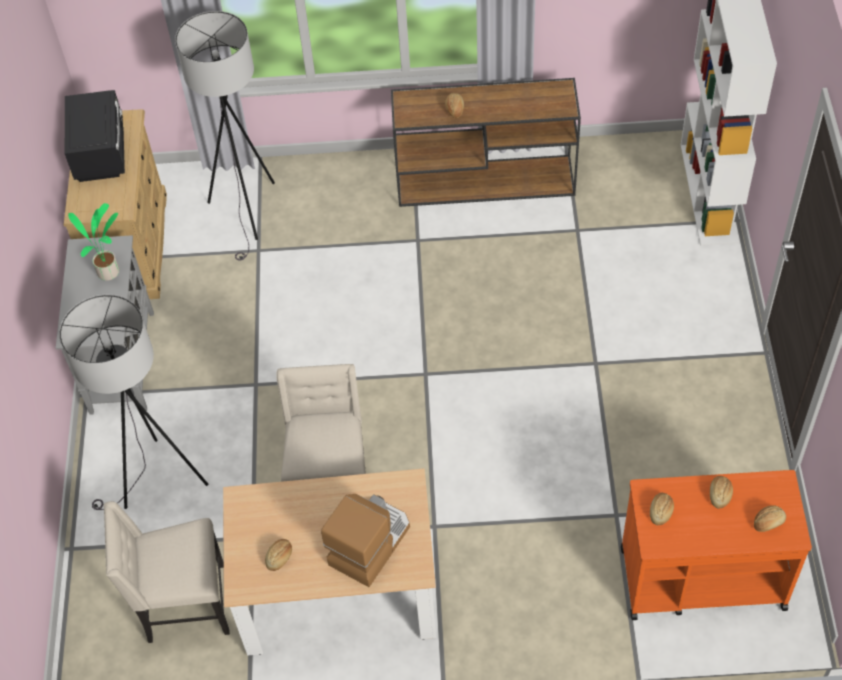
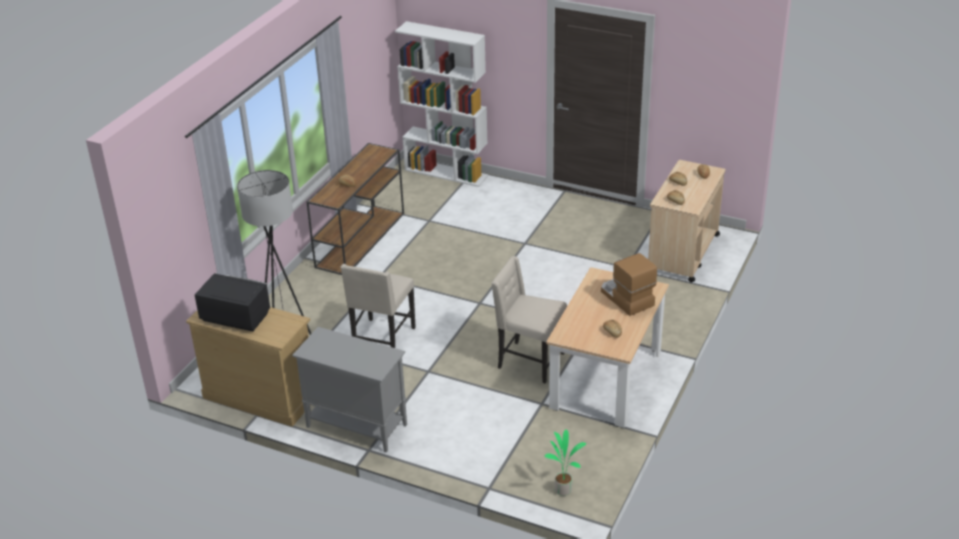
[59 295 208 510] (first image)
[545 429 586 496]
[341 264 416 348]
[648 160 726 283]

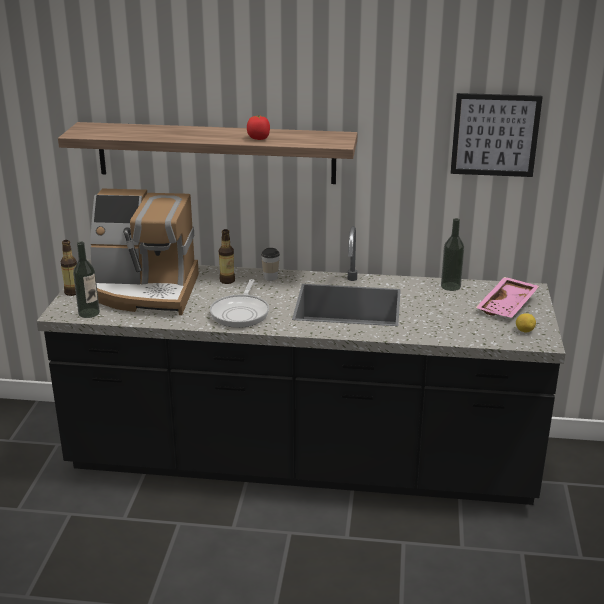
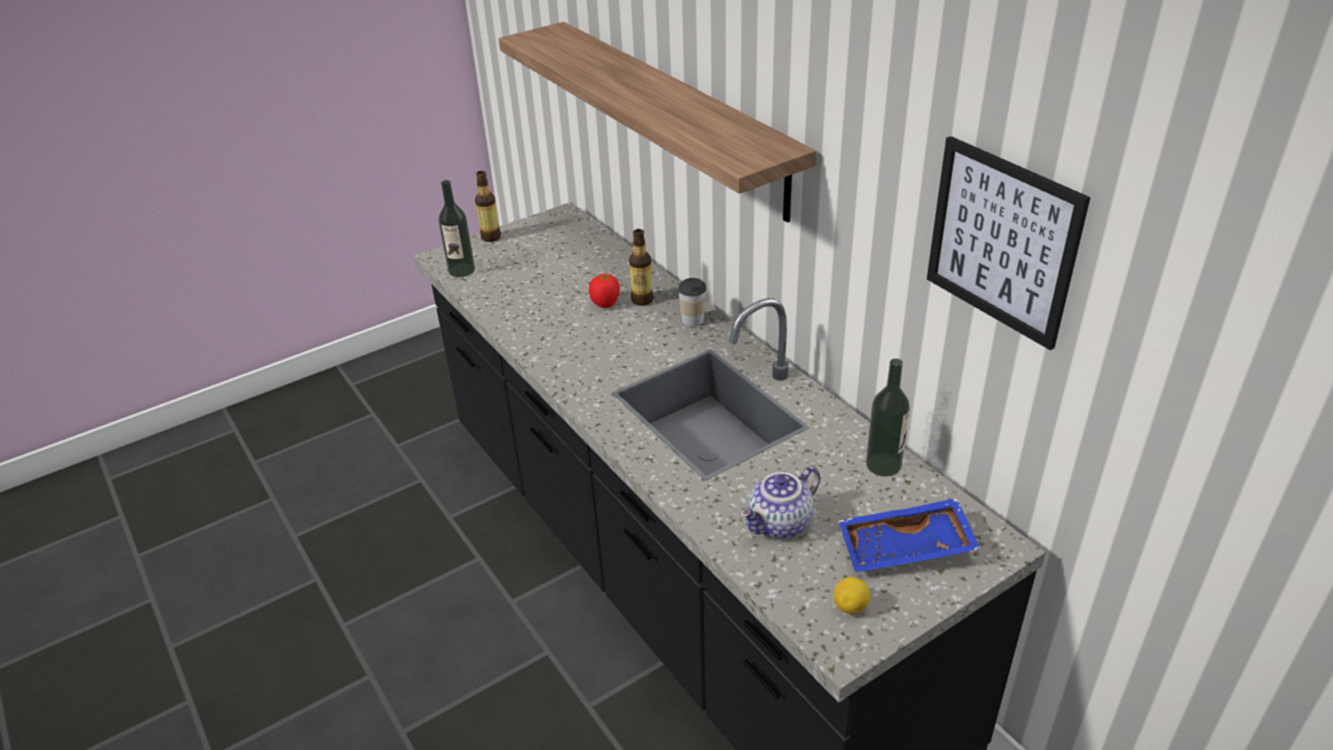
[90 189 199 315] (first image)
[210 279 269 328] (first image)
[740 466 820 539]
[589 274 620 308]
[838 498 980 572]

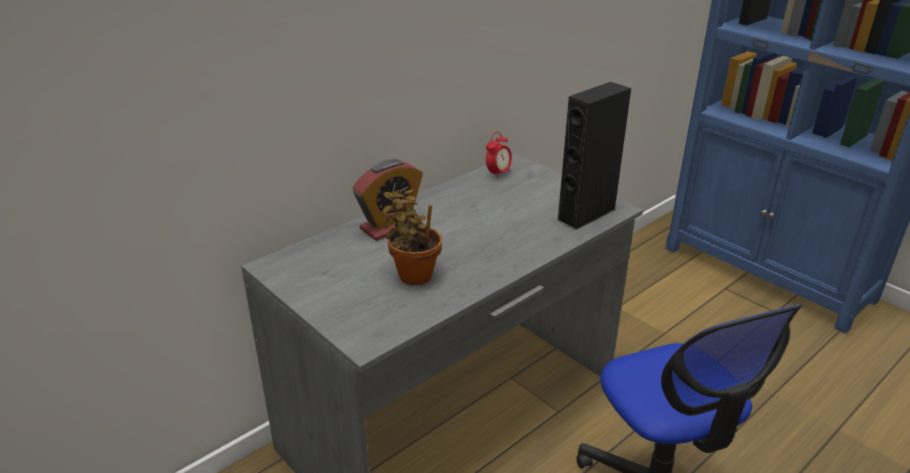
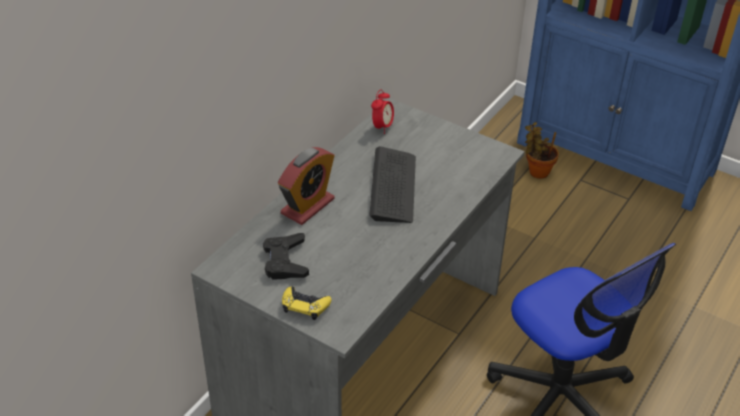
[556 82 631 230] (first image)
[263 233 309 280]
[282 286 332 320]
[369 146 416 223]
[525 122 559 179]

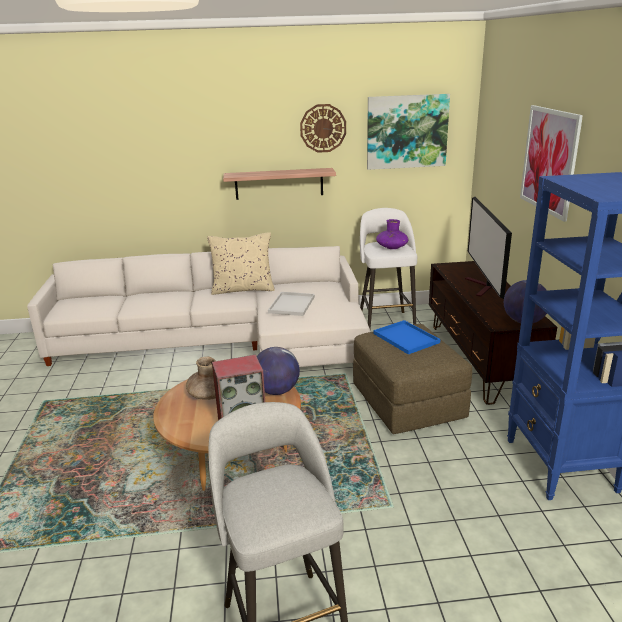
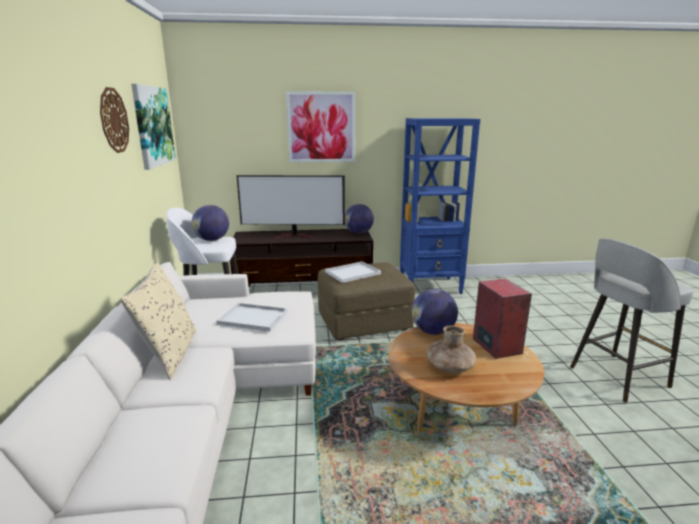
[223 168 336 200] (first image)
[192 205 229 241]
[325 261 381 283]

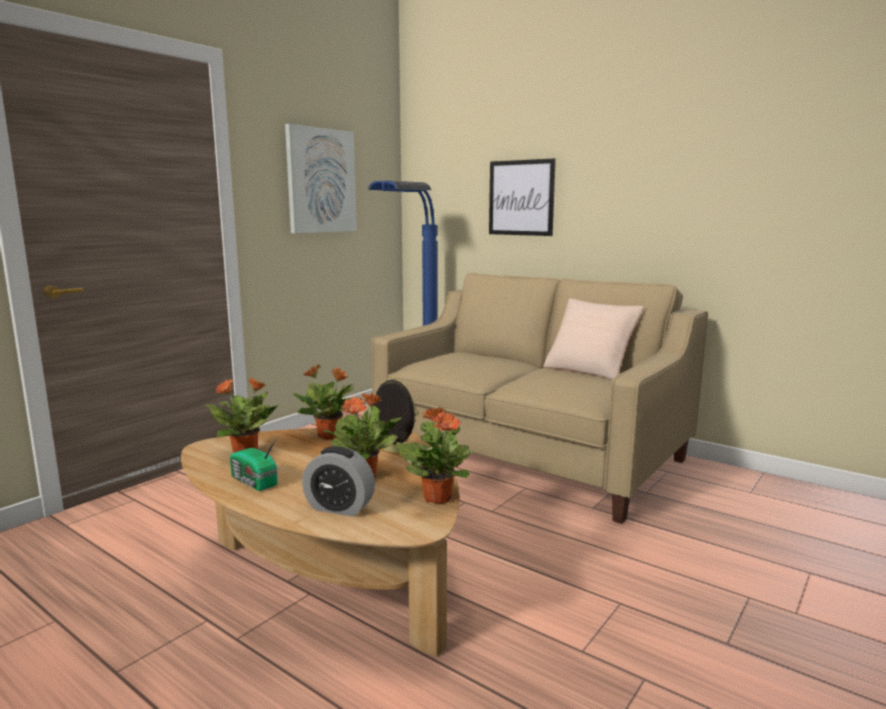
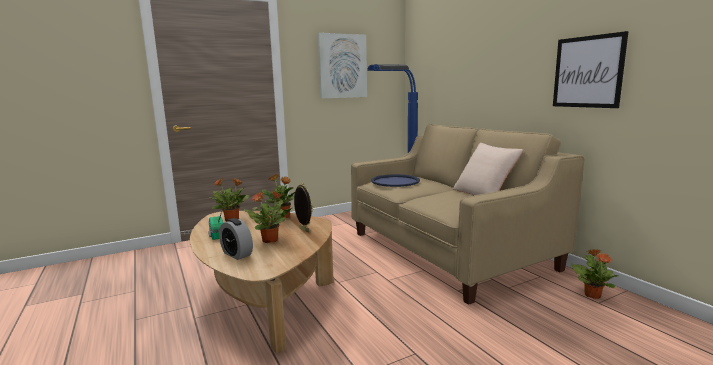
[371 174 420 187]
[571 249 619 299]
[553 31 629 108]

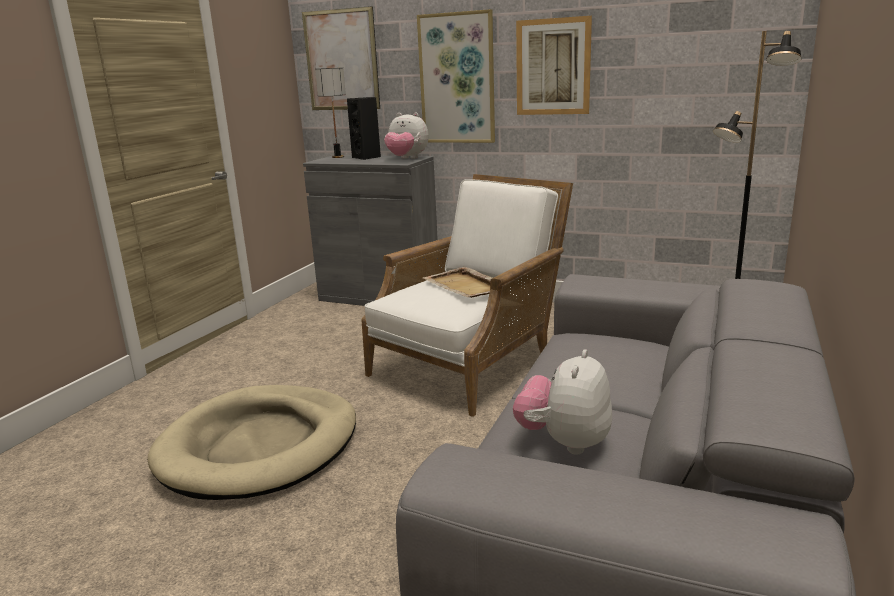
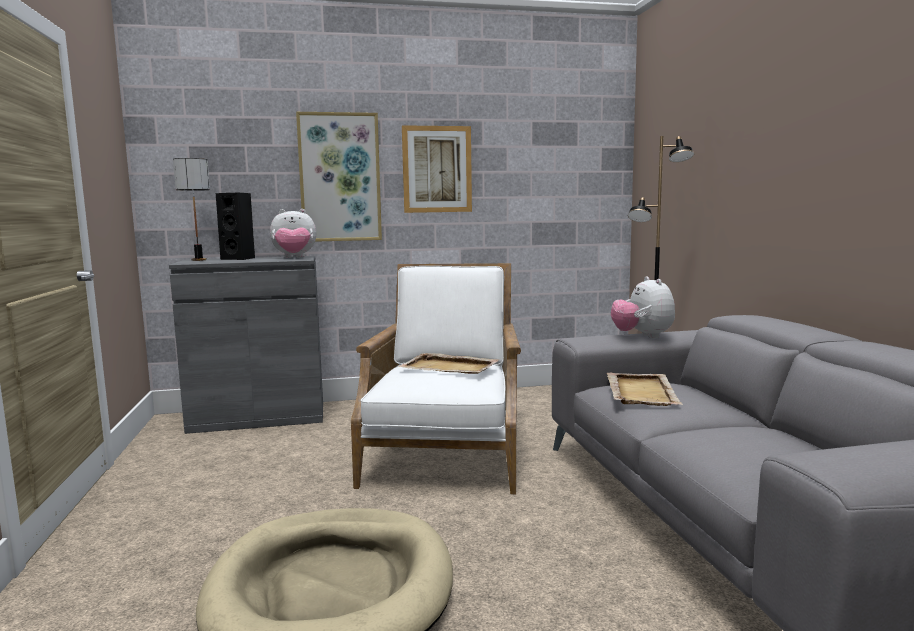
[302 6 380 110] (first image)
[607 373 683 406]
[611 276 675 338]

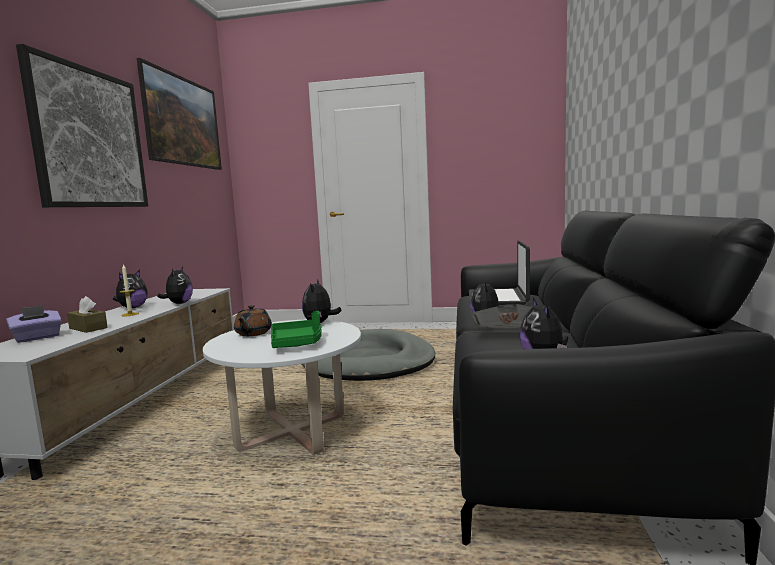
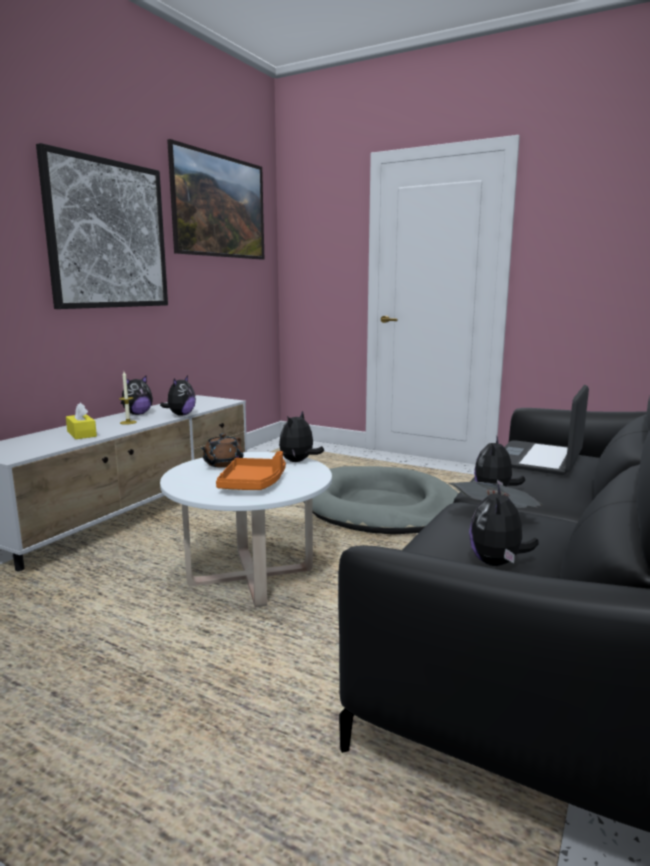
[6 305 62 343] (first image)
[66 403 97 439]
[216 451 286 490]

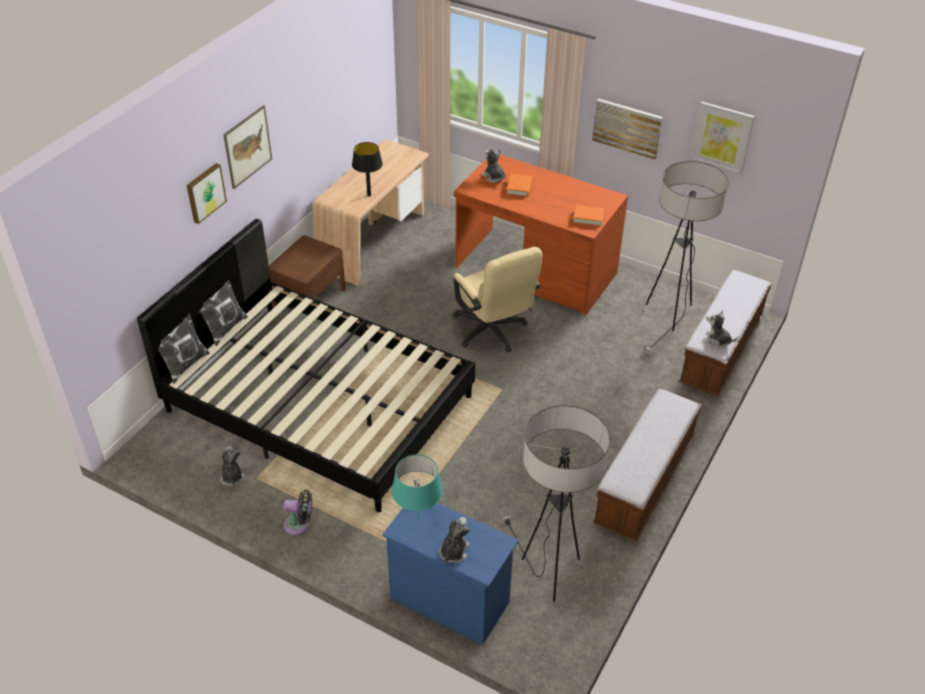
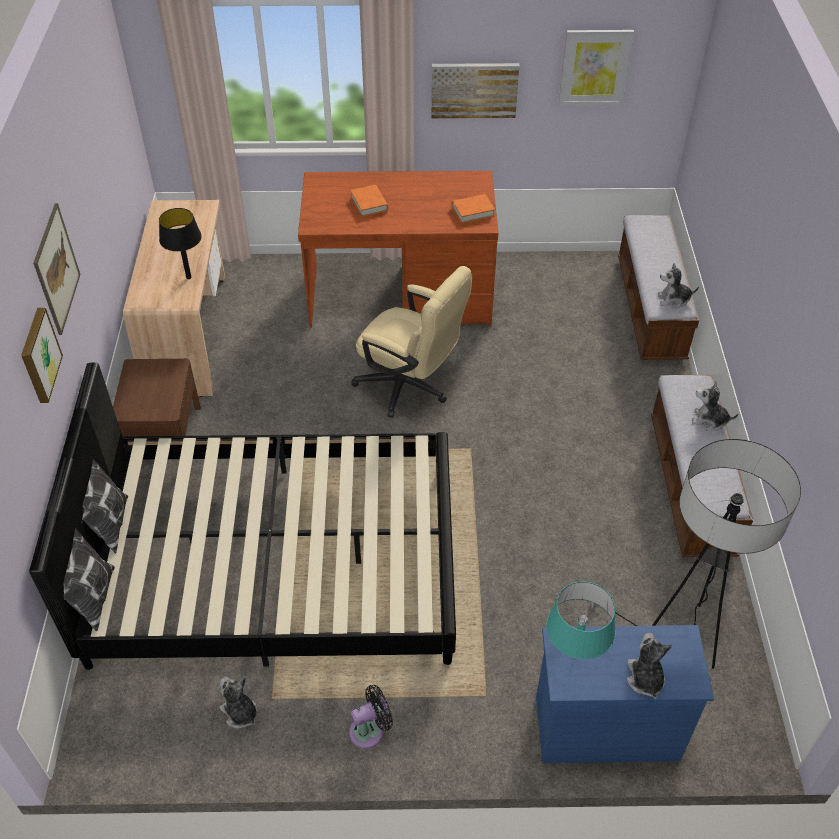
[644 161 728 355] (first image)
[692 382 738 431]

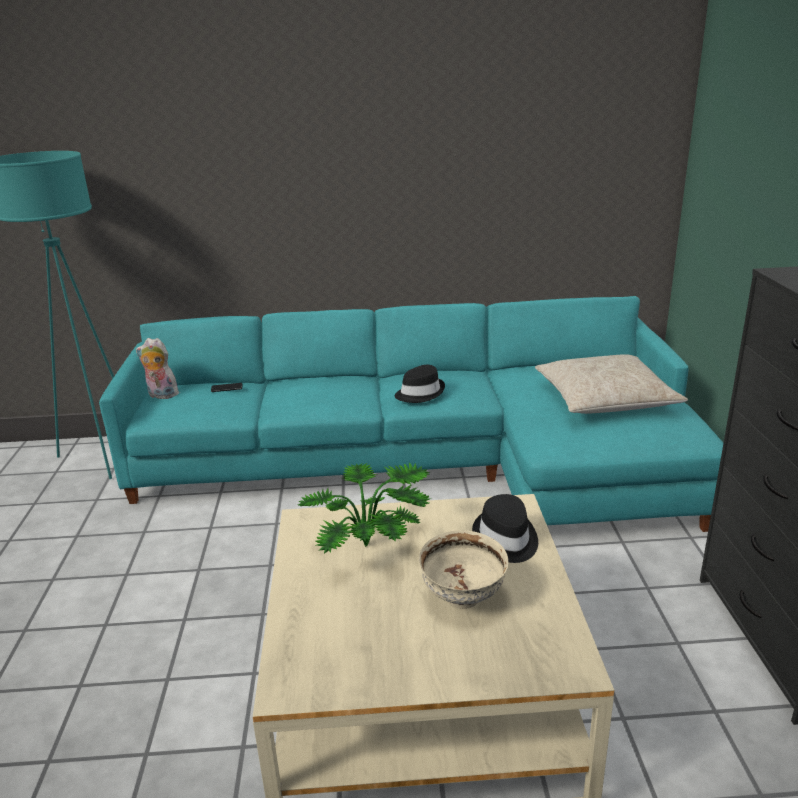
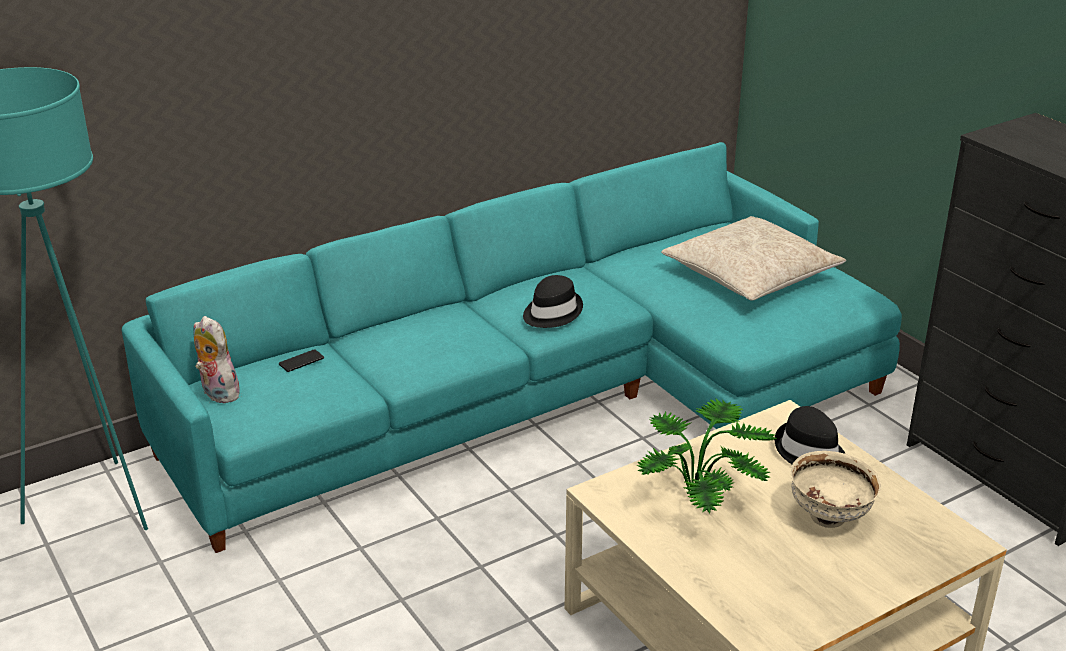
[193 316 240 403]

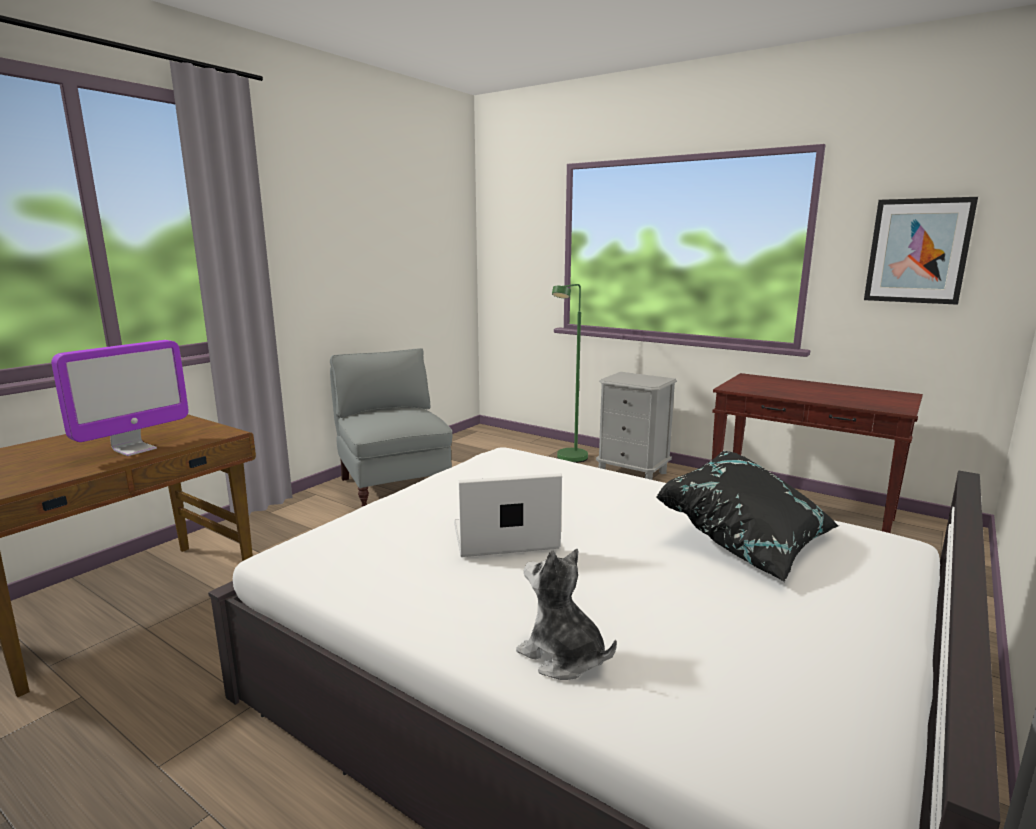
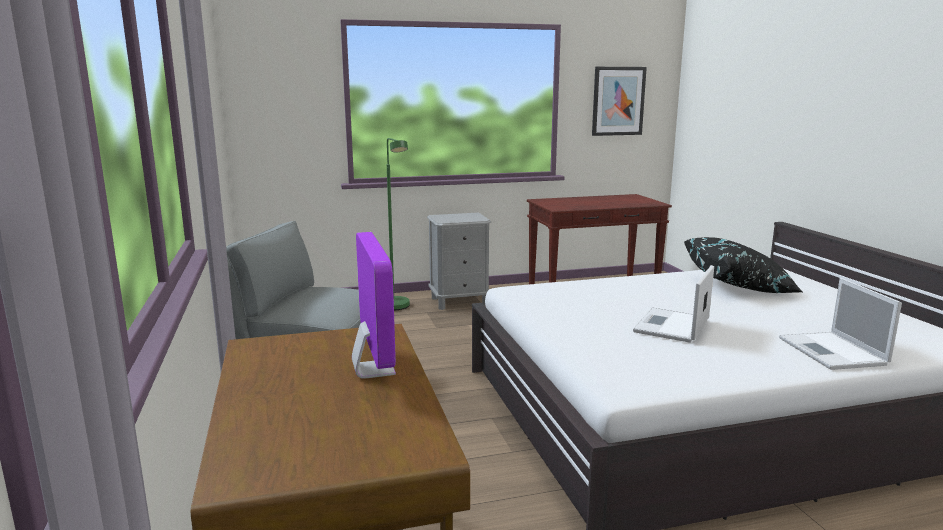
[779 278 902 370]

